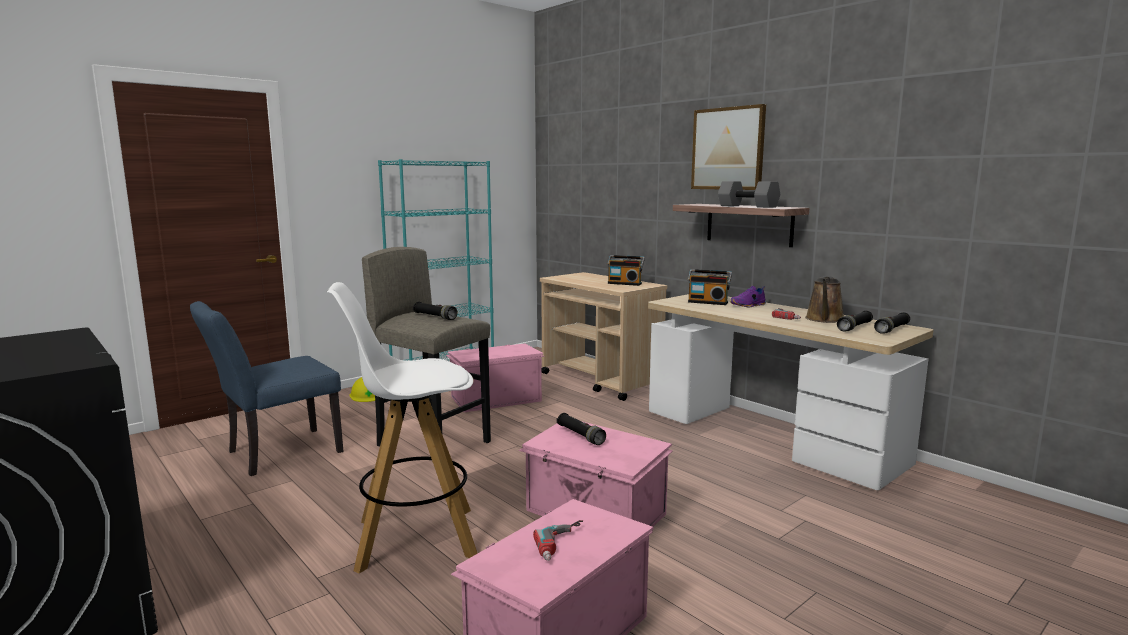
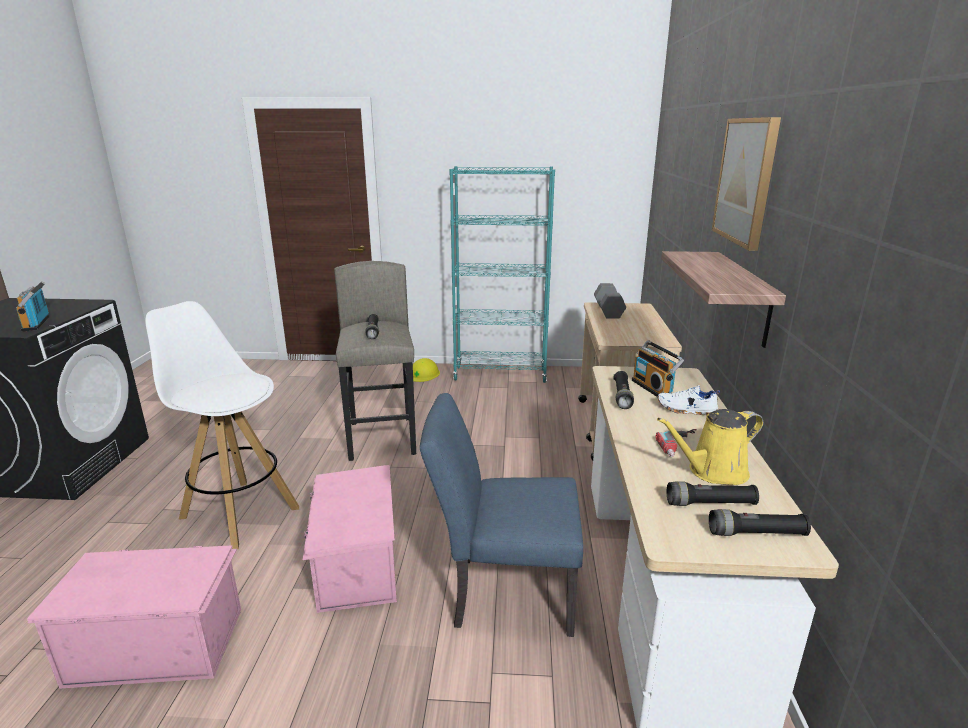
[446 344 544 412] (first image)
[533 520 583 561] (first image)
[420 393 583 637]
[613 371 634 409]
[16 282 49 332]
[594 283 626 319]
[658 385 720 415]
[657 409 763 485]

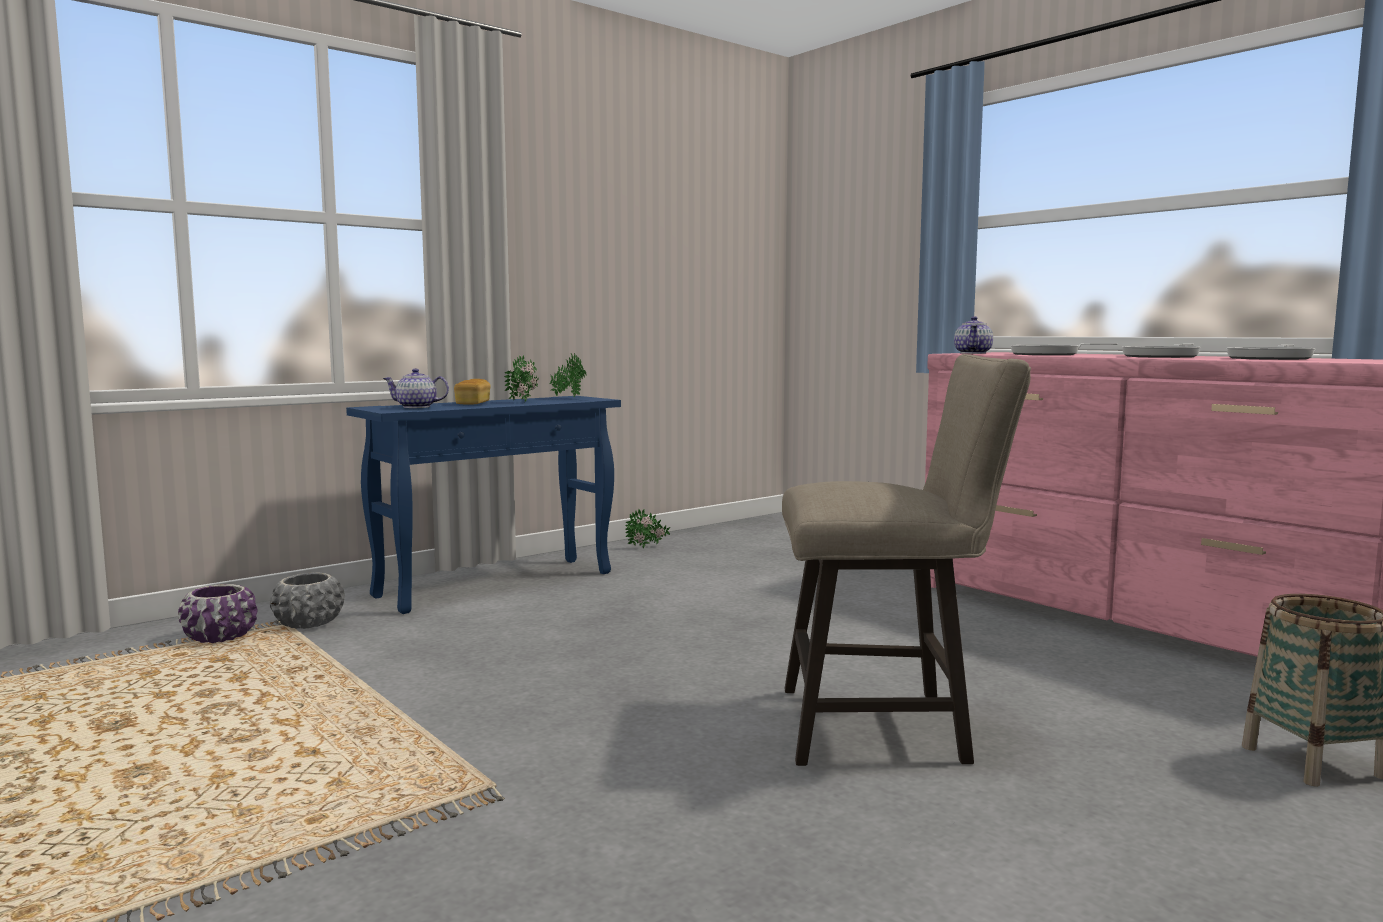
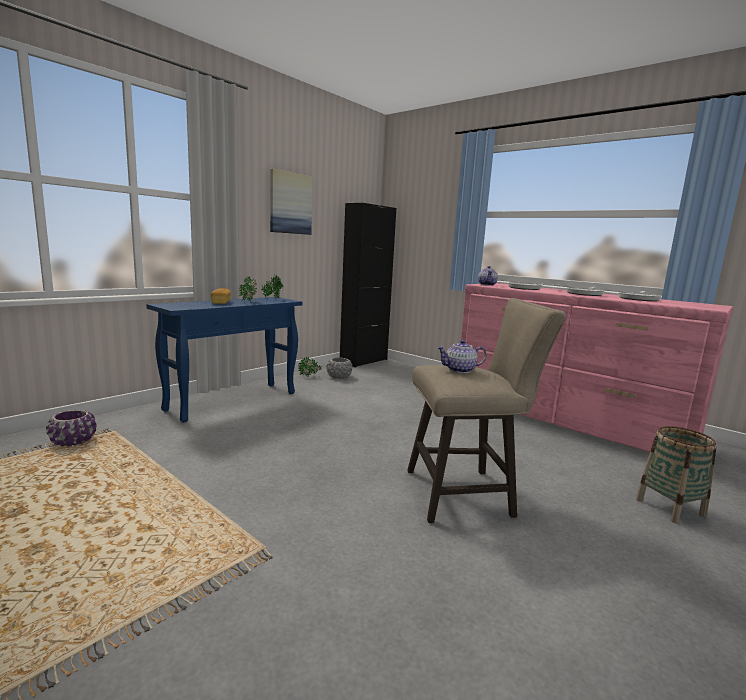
[270 169 313 235]
[340 203 396 367]
[326 357 353 379]
[437 340 487 373]

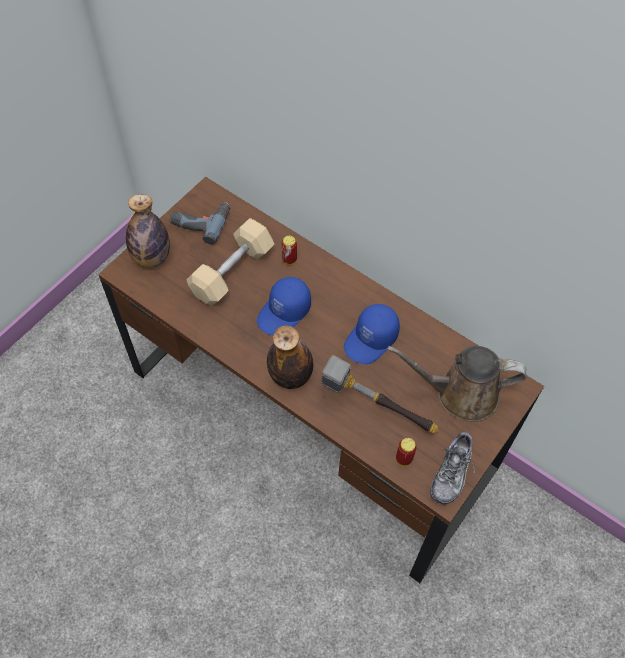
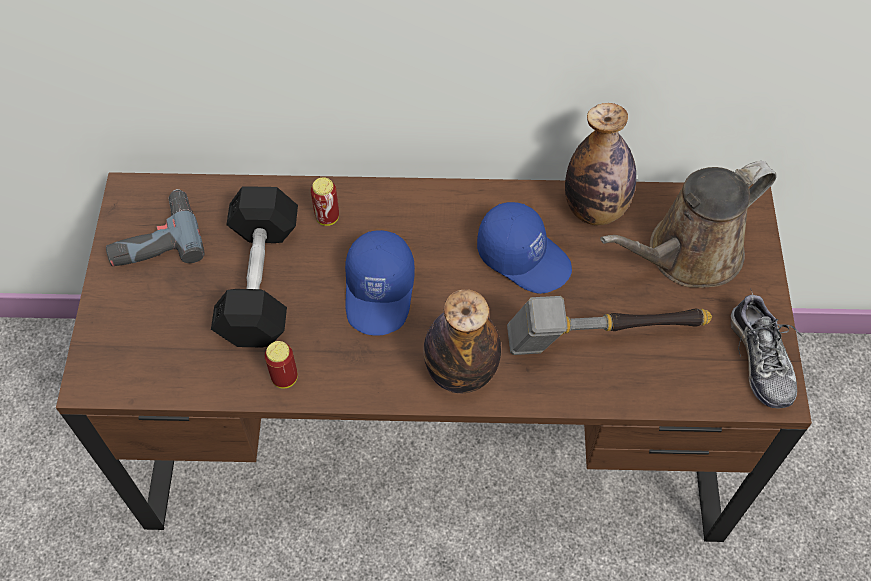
[565 103 636 225]
[265 341 298 389]
[211 186 298 348]
[477 202 572 294]

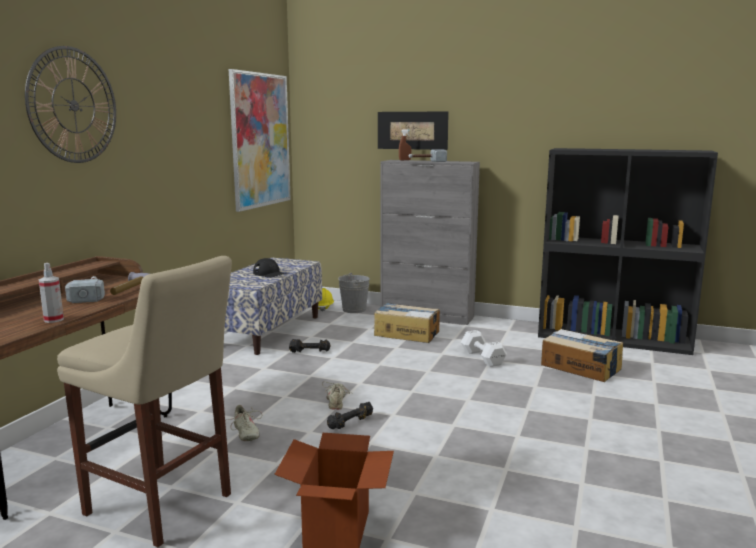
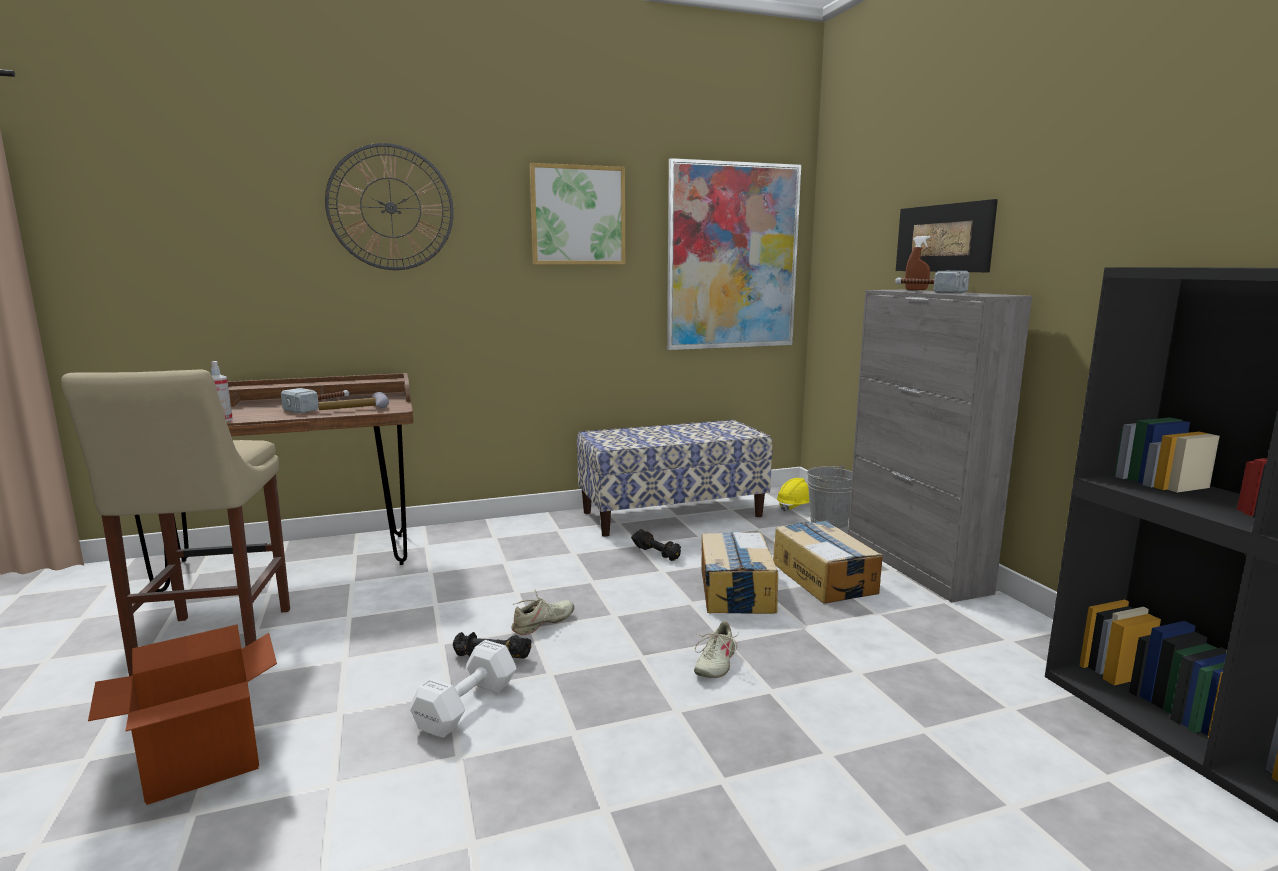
[253 258 287 278] (first image)
[529 163 625 265]
[694 621 740 678]
[410 640 517 738]
[702 531 778 614]

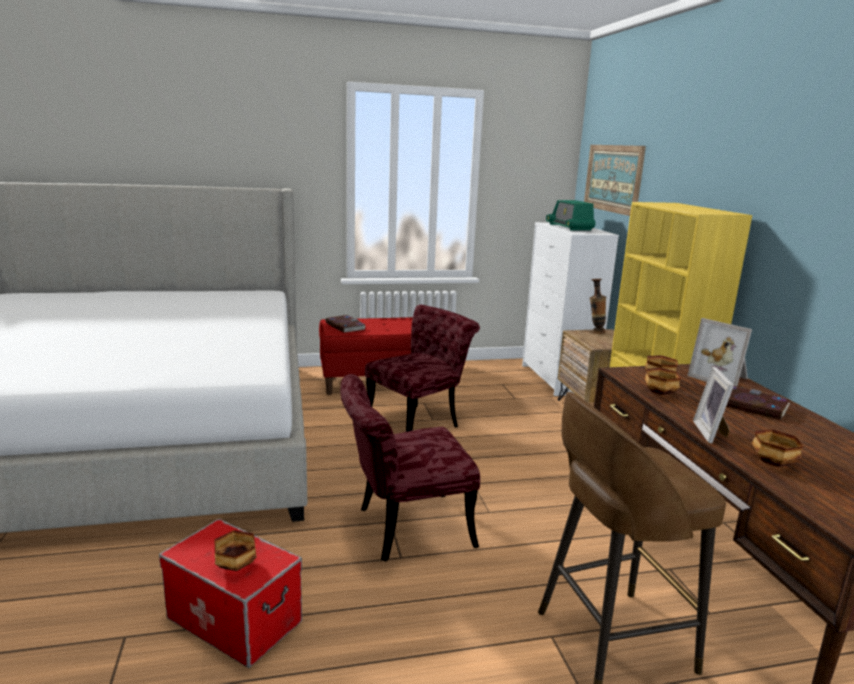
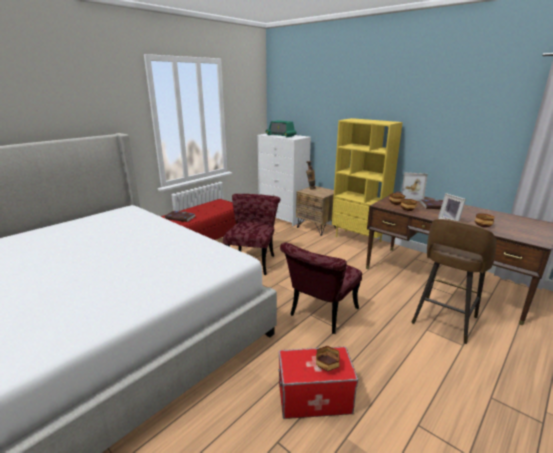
[584 145 646 216] (first image)

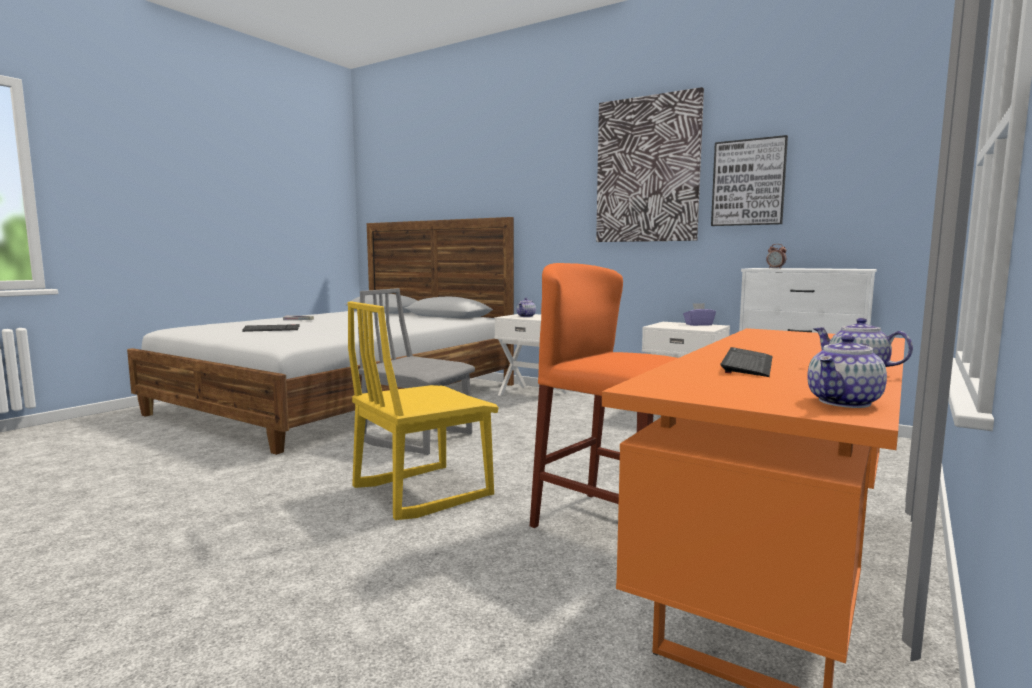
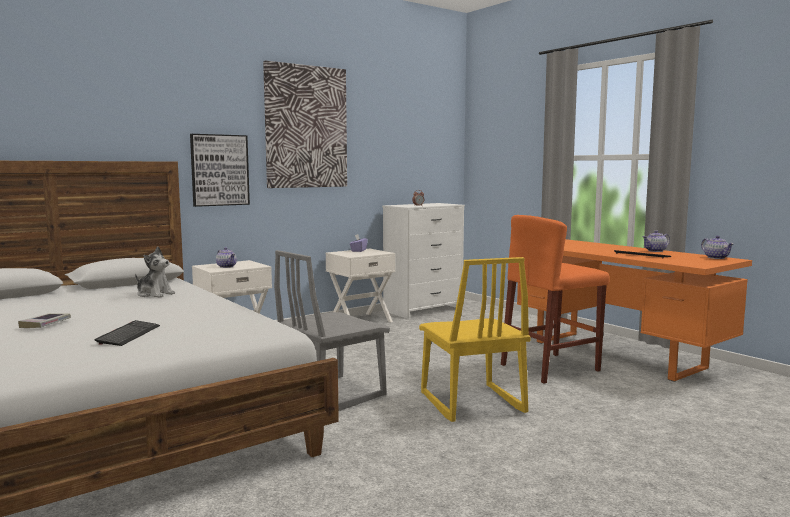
[135 246 175 298]
[190 134 250 207]

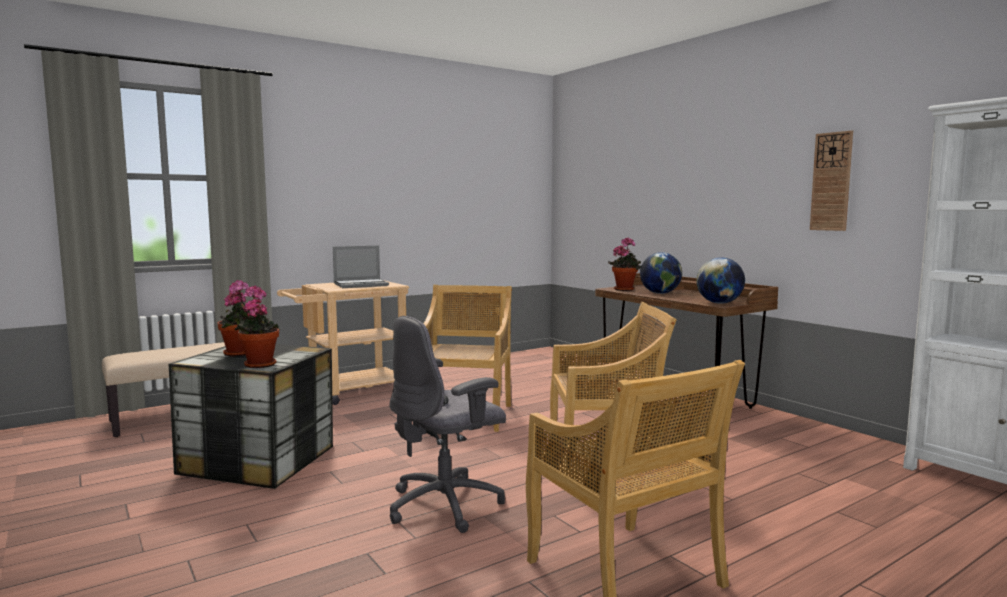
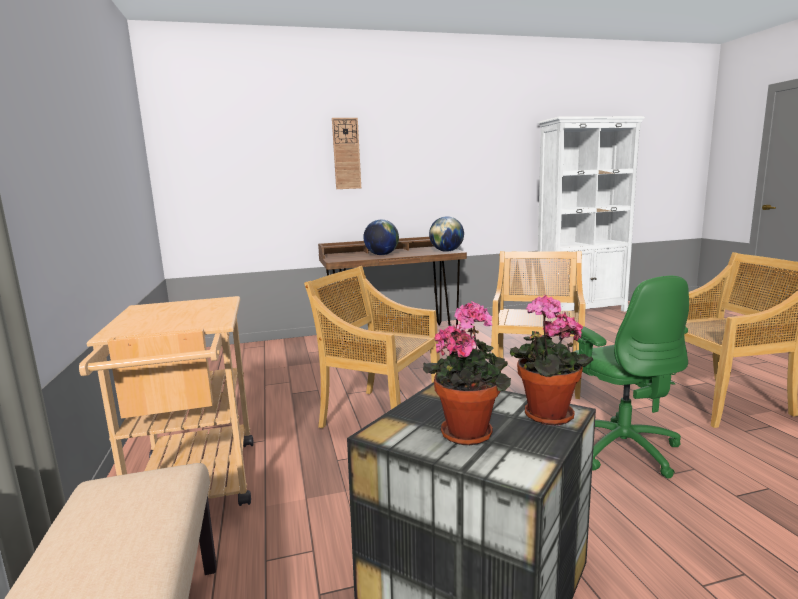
[333 246 389 288] (first image)
[608 238 641 291] (first image)
[332 118 361 189]
[571 276 689 479]

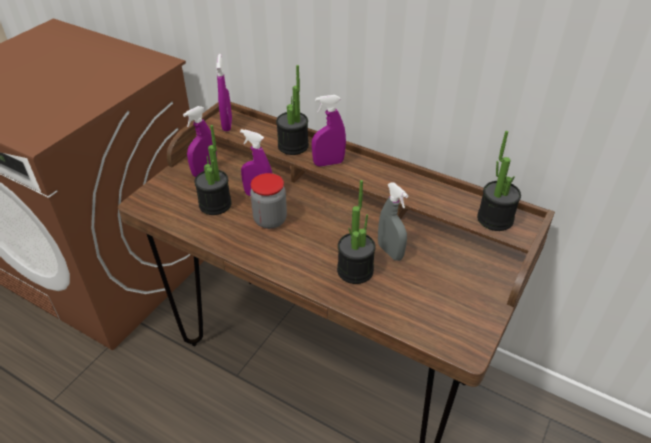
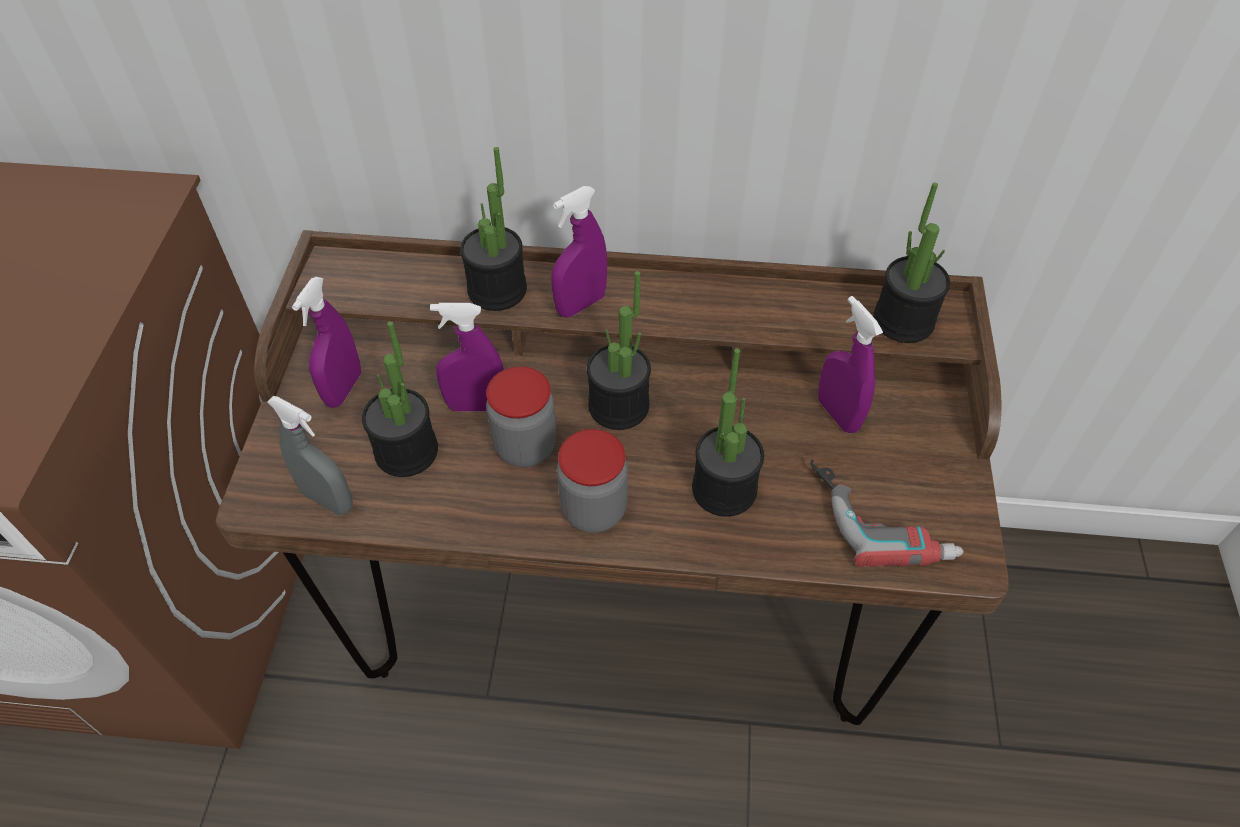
[557 429 628 533]
[587 271 651 430]
[810 459 964 567]
[818 296 883 433]
[267 396 353 515]

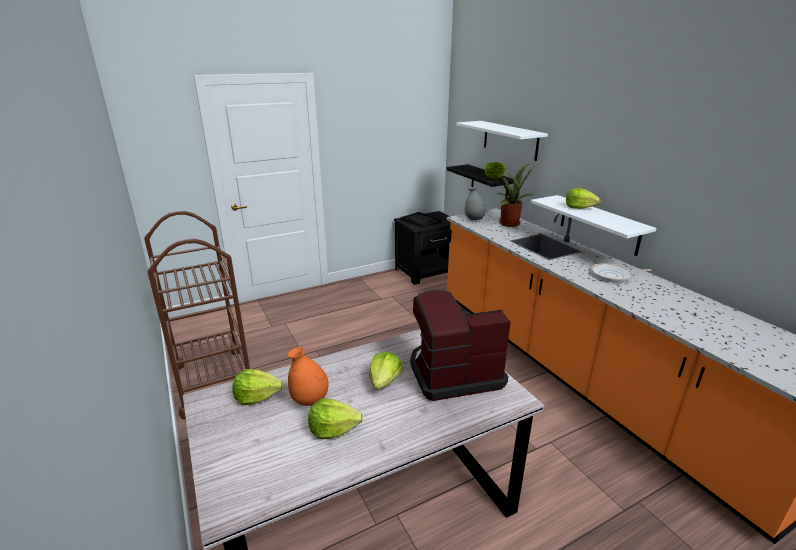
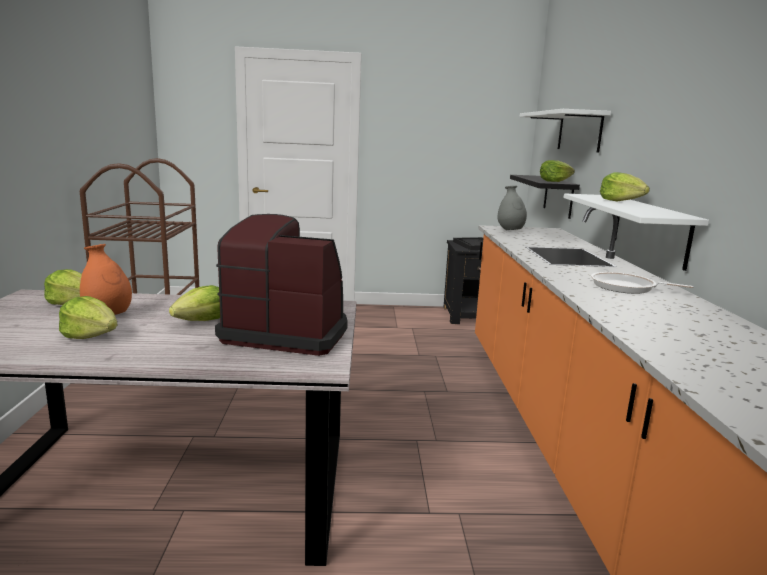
[489 164 534 227] (first image)

